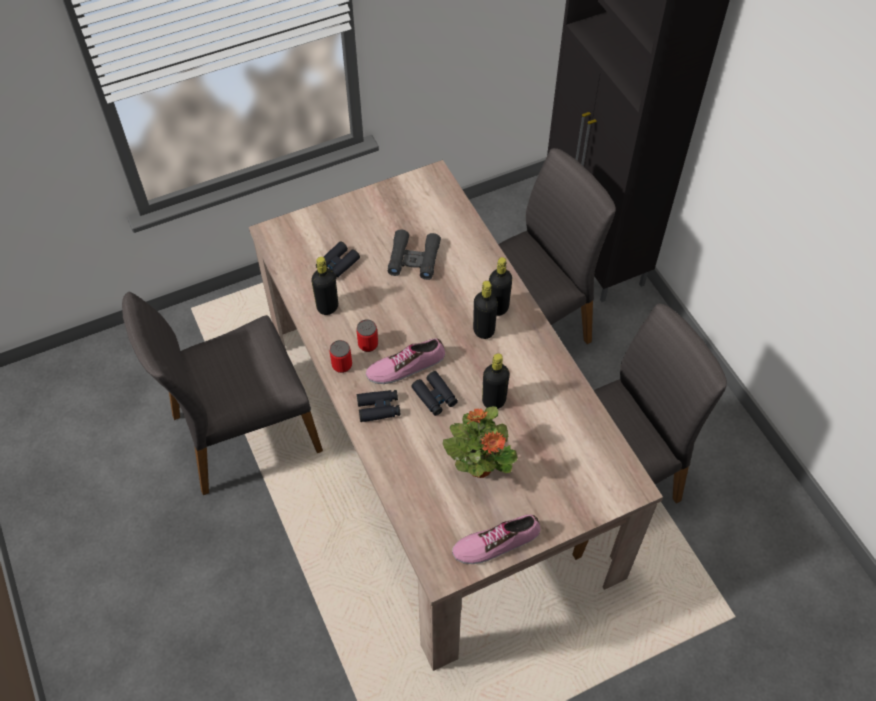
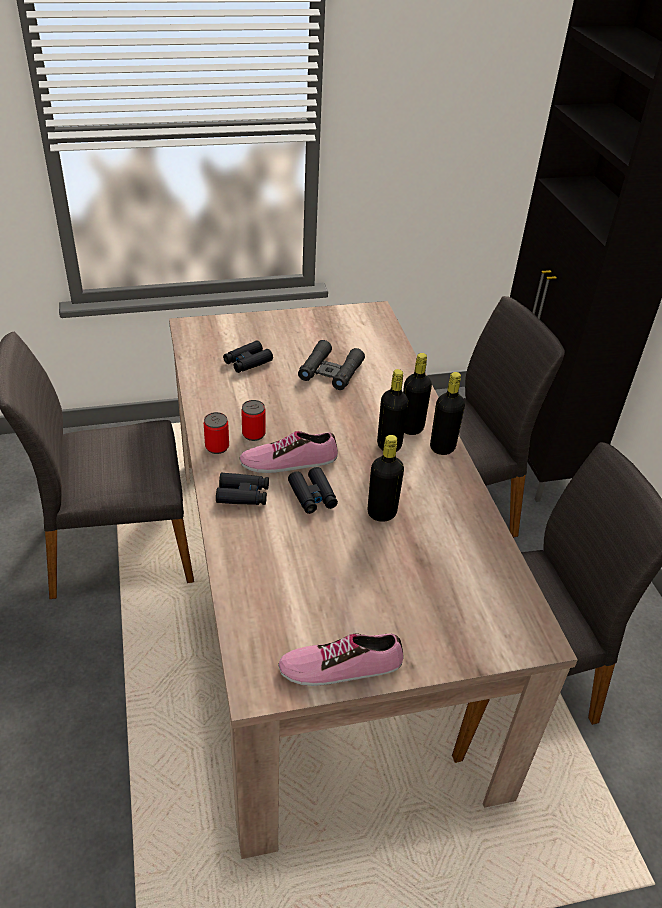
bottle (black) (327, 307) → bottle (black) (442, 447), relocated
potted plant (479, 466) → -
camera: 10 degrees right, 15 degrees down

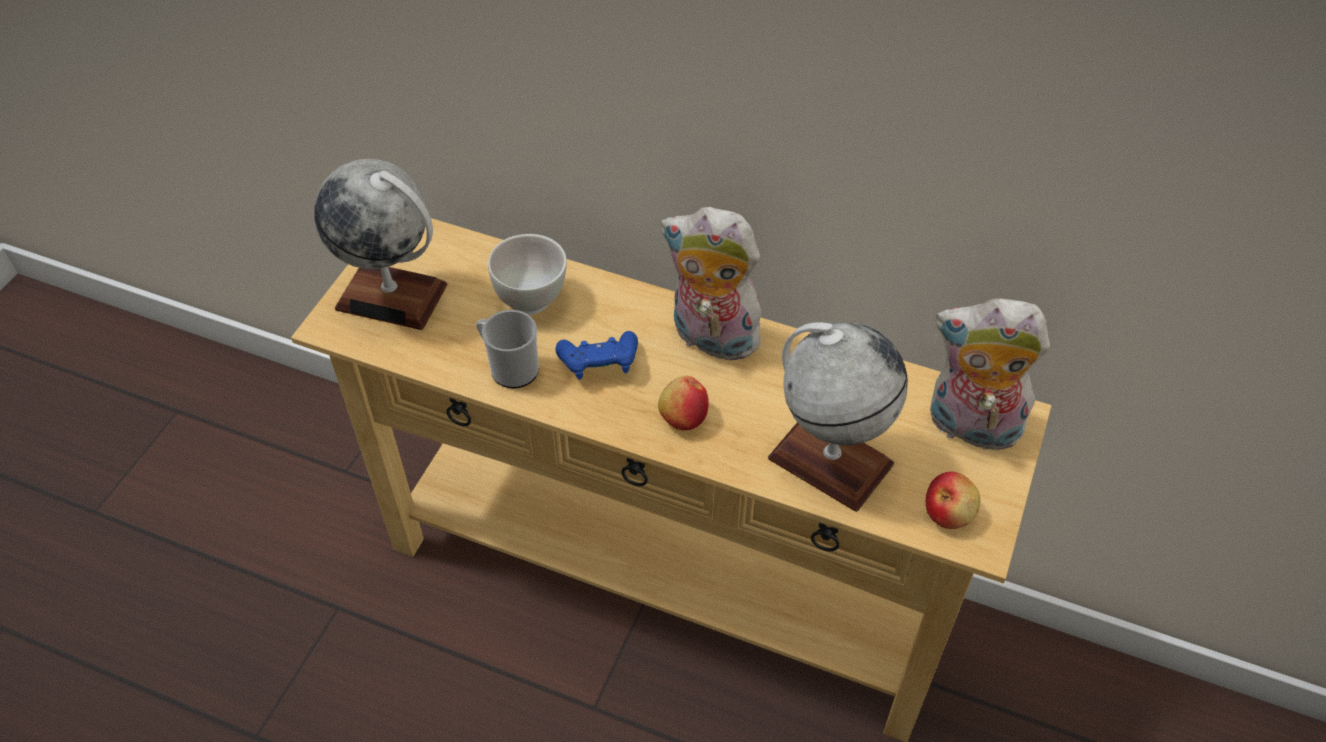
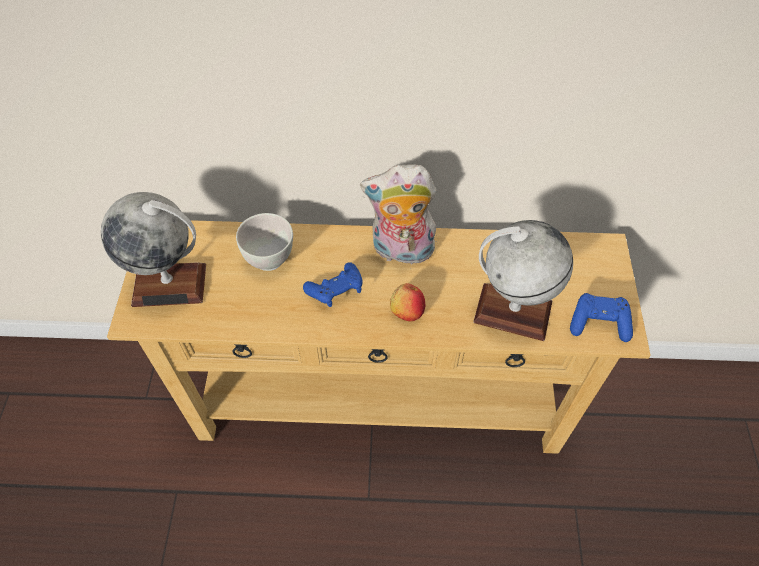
apple (948, 512) → game controller (blue) (598, 323)
mug (510, 368) → -
plush toy (970, 427) → -
camera: 20 degrees left, 5 degrees up

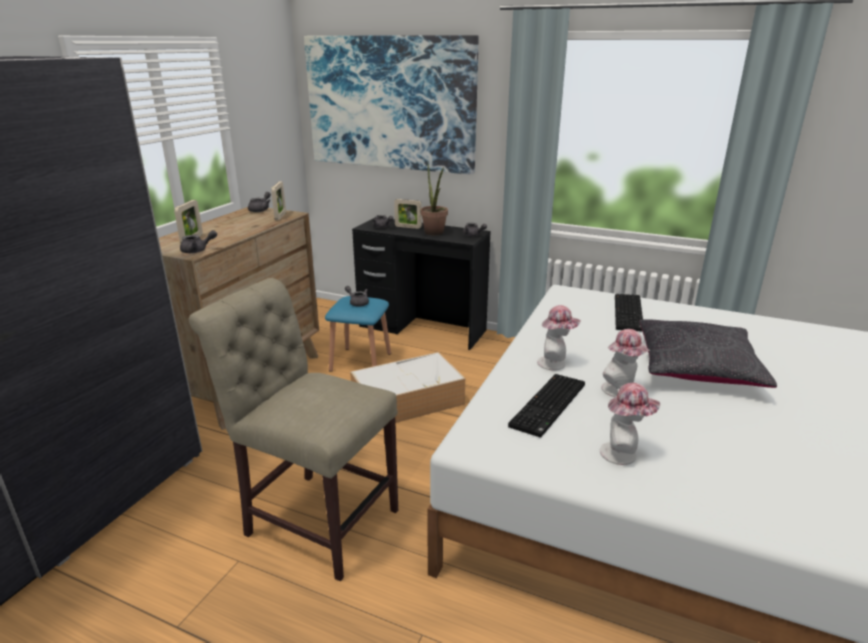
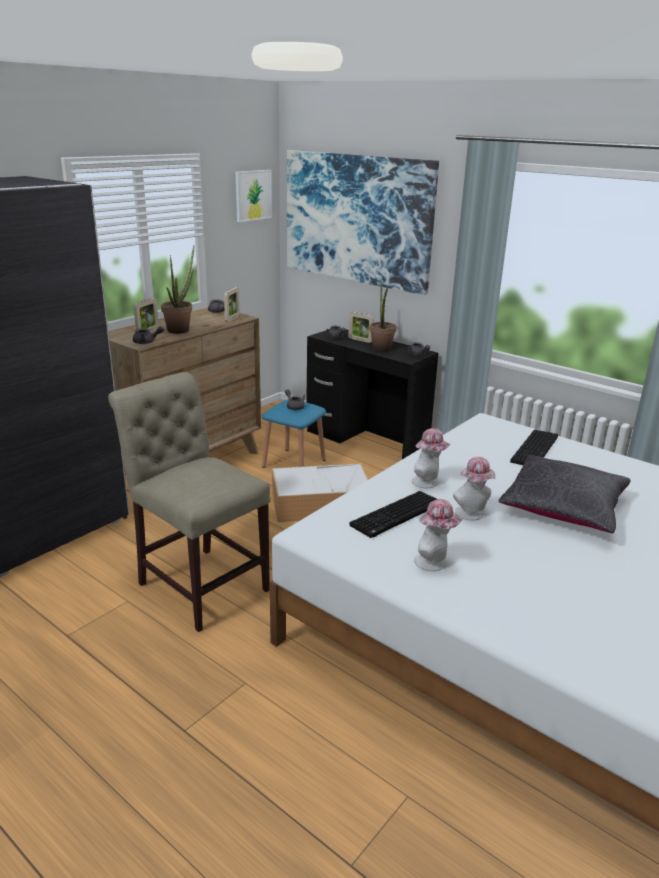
- → potted plant (181, 329)
- → picture (253, 195)
camera: 15 degrees right, 0 degrees up

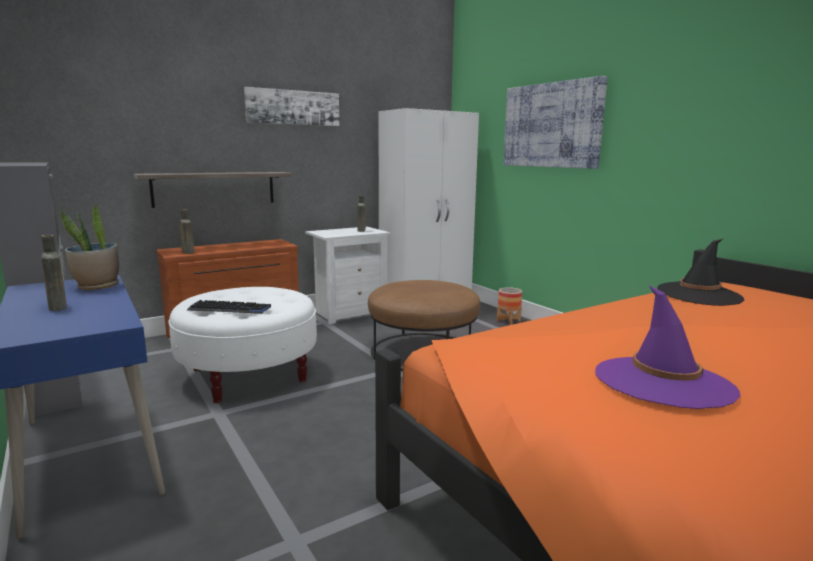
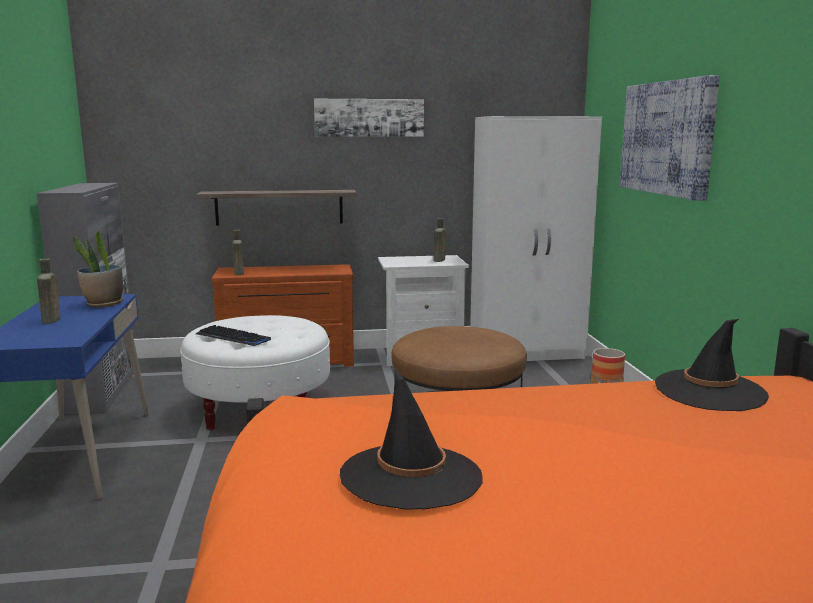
hat (purple) (663, 382) → hat (black) (411, 476)
camera: 25 degrees right, 0 degrees up

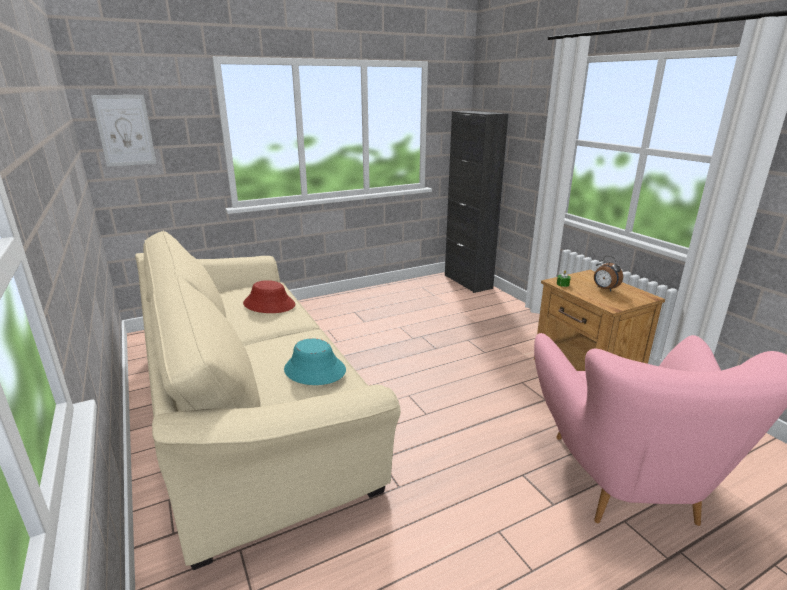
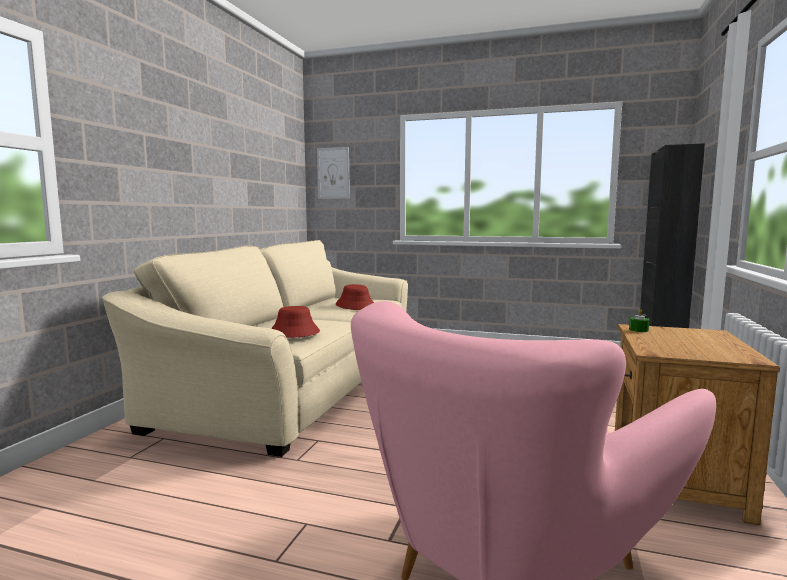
hat (turquoise) (314, 370) → hat (red) (294, 333)
alarm clock (604, 289) → -
camera: 45 degrees right, 15 degrees down

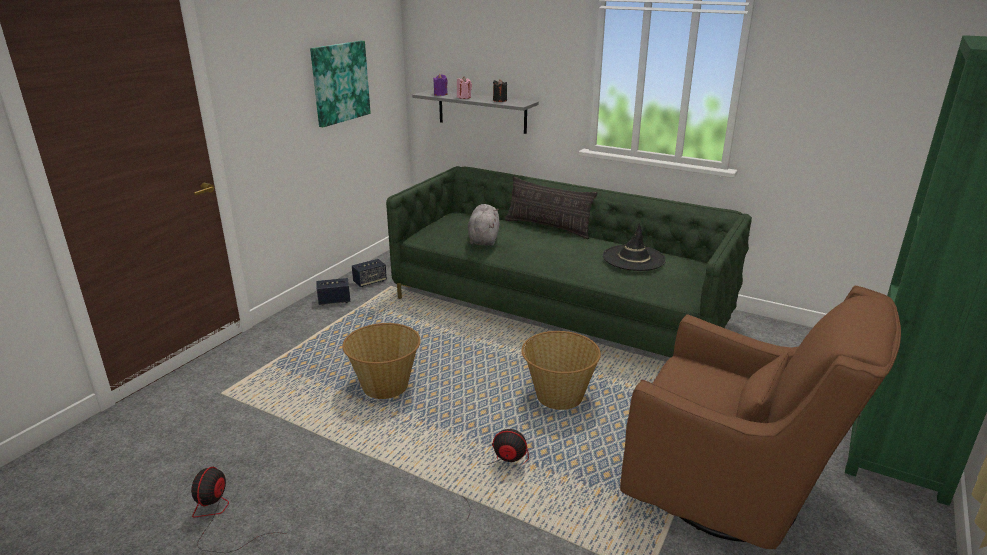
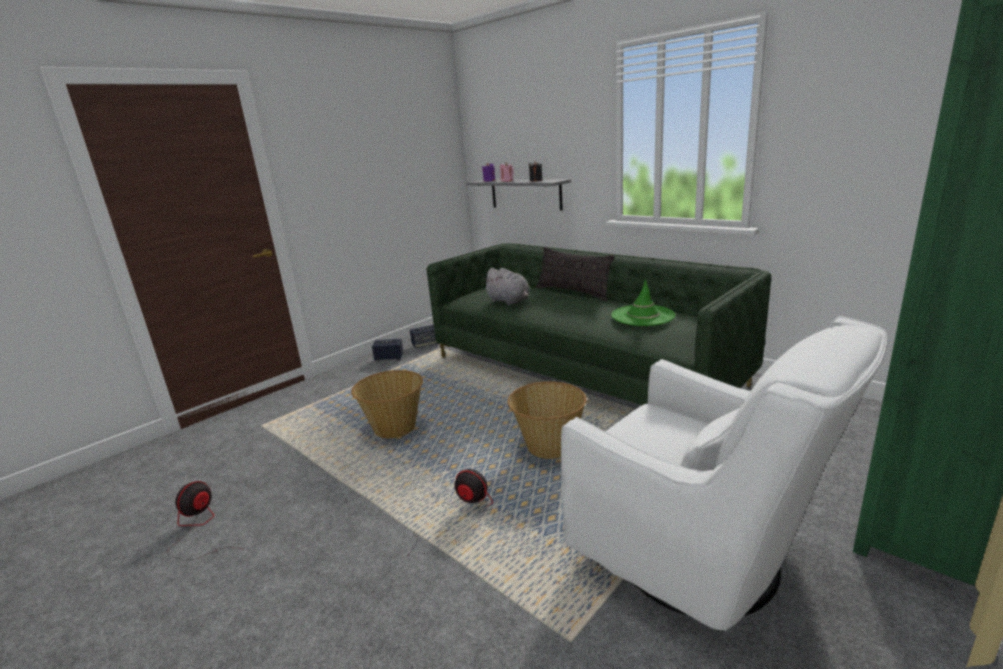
plush toy (grey) (483, 239) → plush toy (grey) (509, 301), 120 degrees clockwise
armchair (brown) (732, 493) → armchair (white) (702, 559)
hat (black) (633, 258) → hat (green) (642, 316)
picture (340, 82) → -
camera: 15 degrees right, 5 degrees down

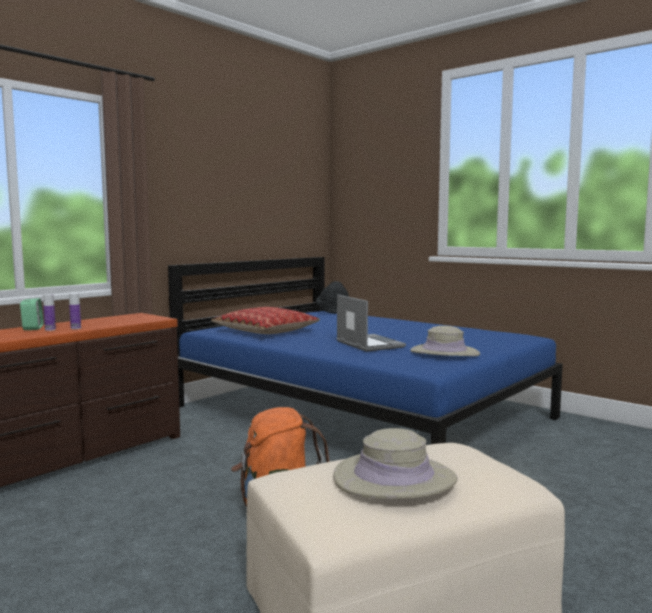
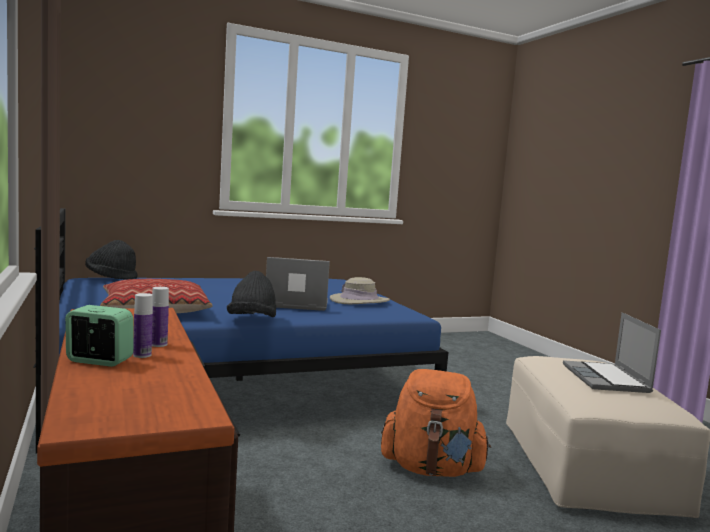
- → hat (black) (252, 320)
hat (beige) (394, 479) → laptop (607, 379)
camera: 65 degrees left, 0 degrees up

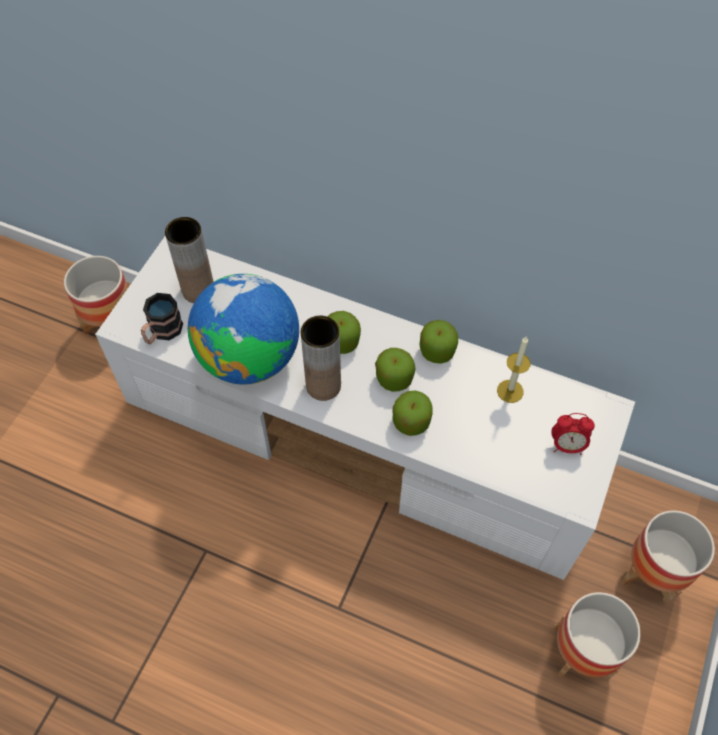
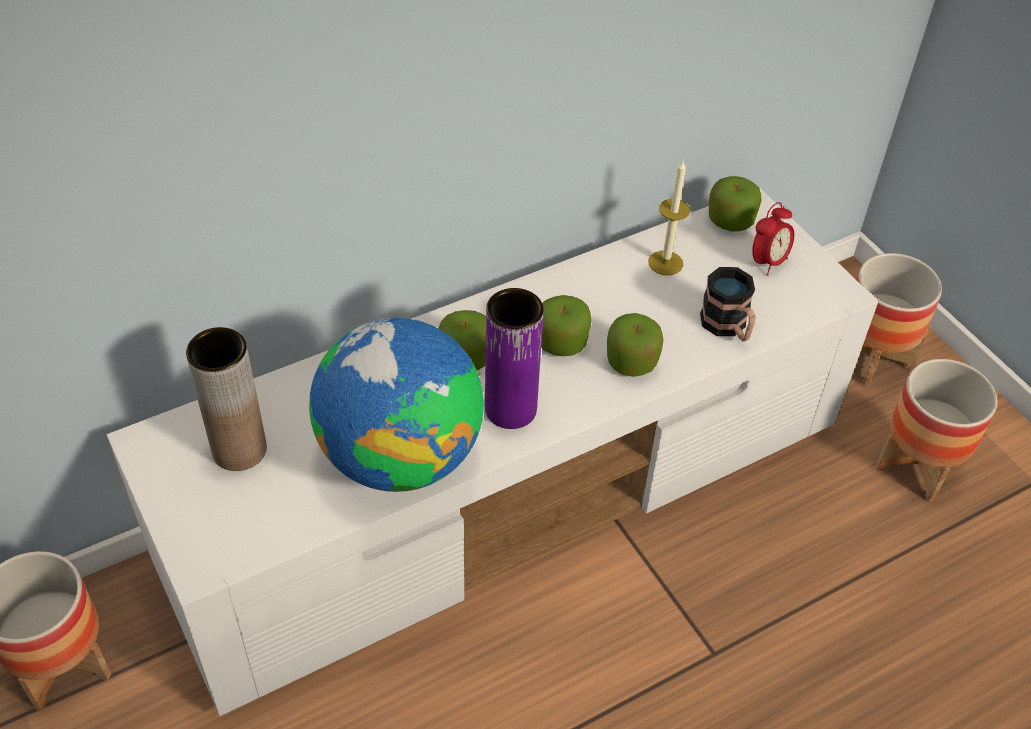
vase (brown) (323, 386) → vase (purple) (510, 409)
mug (162, 332) → mug (728, 327), relocated
apple (437, 351) → apple (730, 220), relocated
camera: 55 degrees left, 10 degrees down

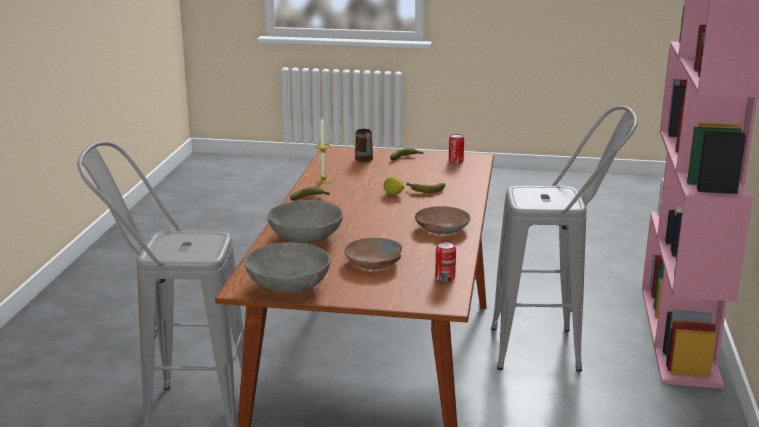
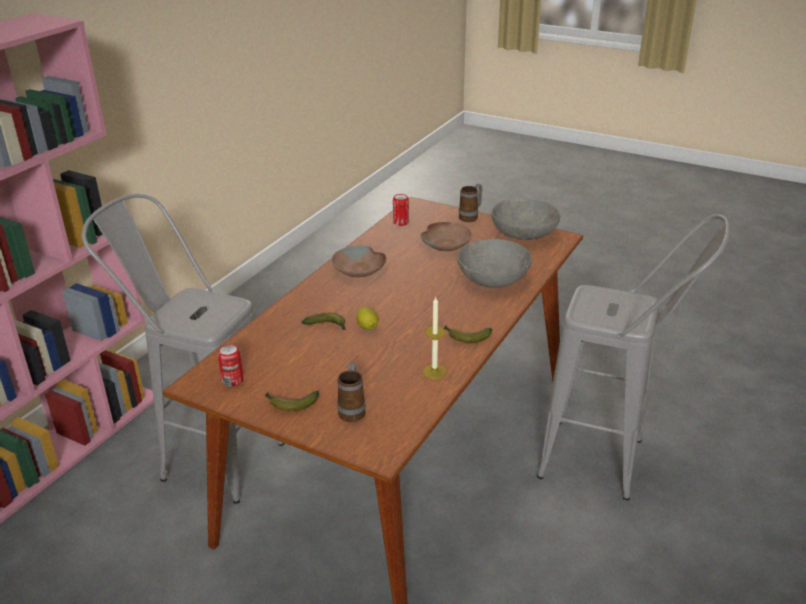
- → mug (471, 217)
camera: 160 degrees left, 10 degrees up

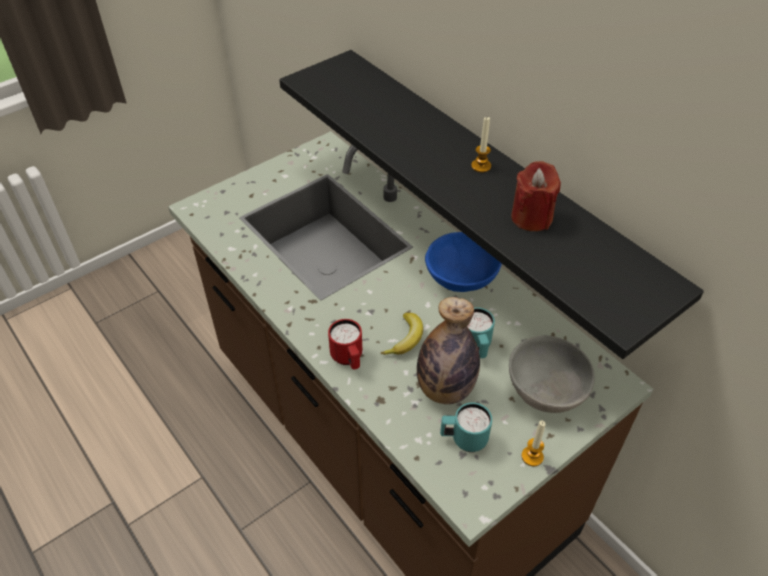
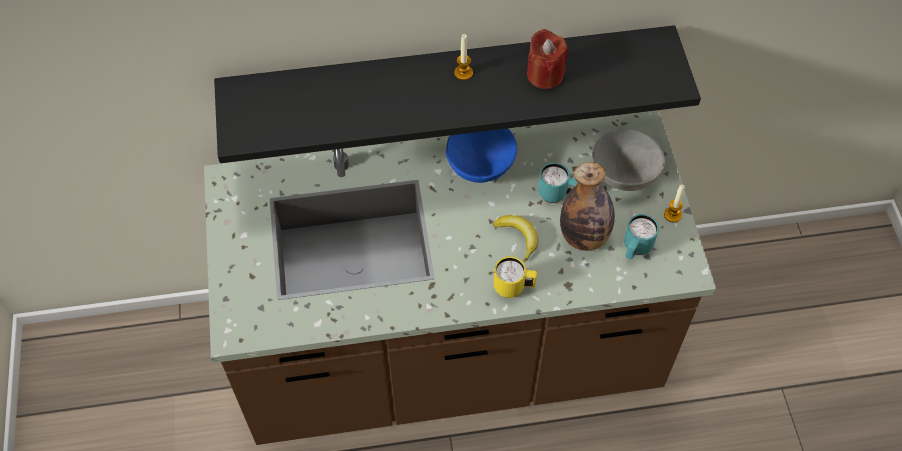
mug (red) (348, 359) → mug (yellow) (514, 288)
camera: 60 degrees left, 10 degrees up

